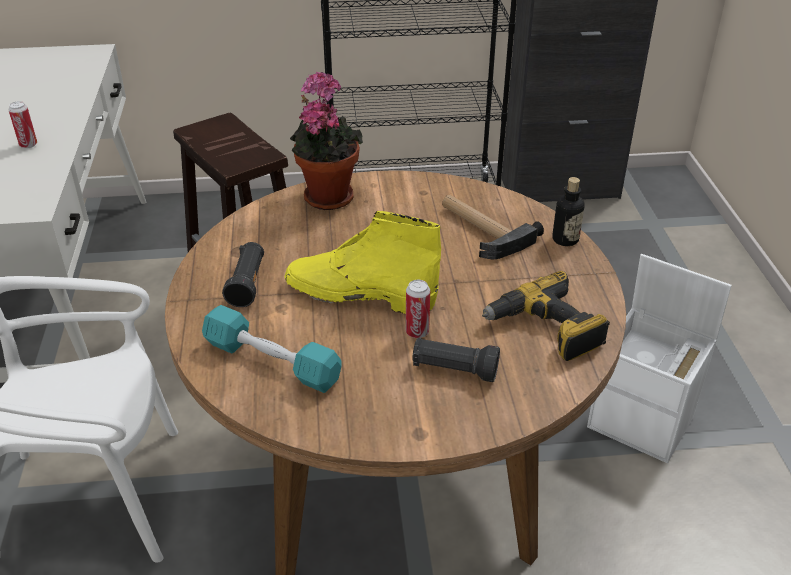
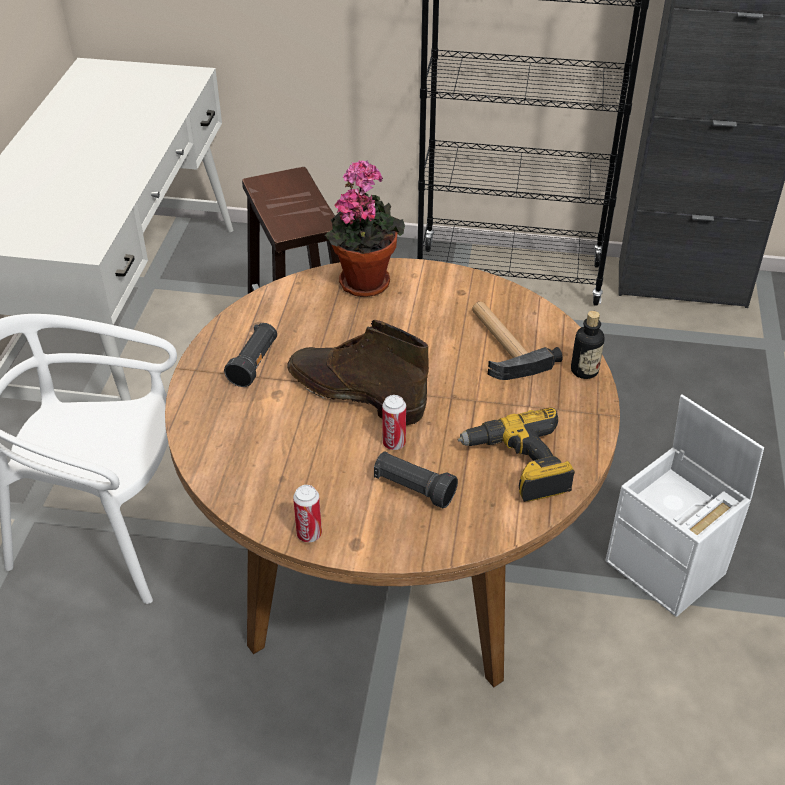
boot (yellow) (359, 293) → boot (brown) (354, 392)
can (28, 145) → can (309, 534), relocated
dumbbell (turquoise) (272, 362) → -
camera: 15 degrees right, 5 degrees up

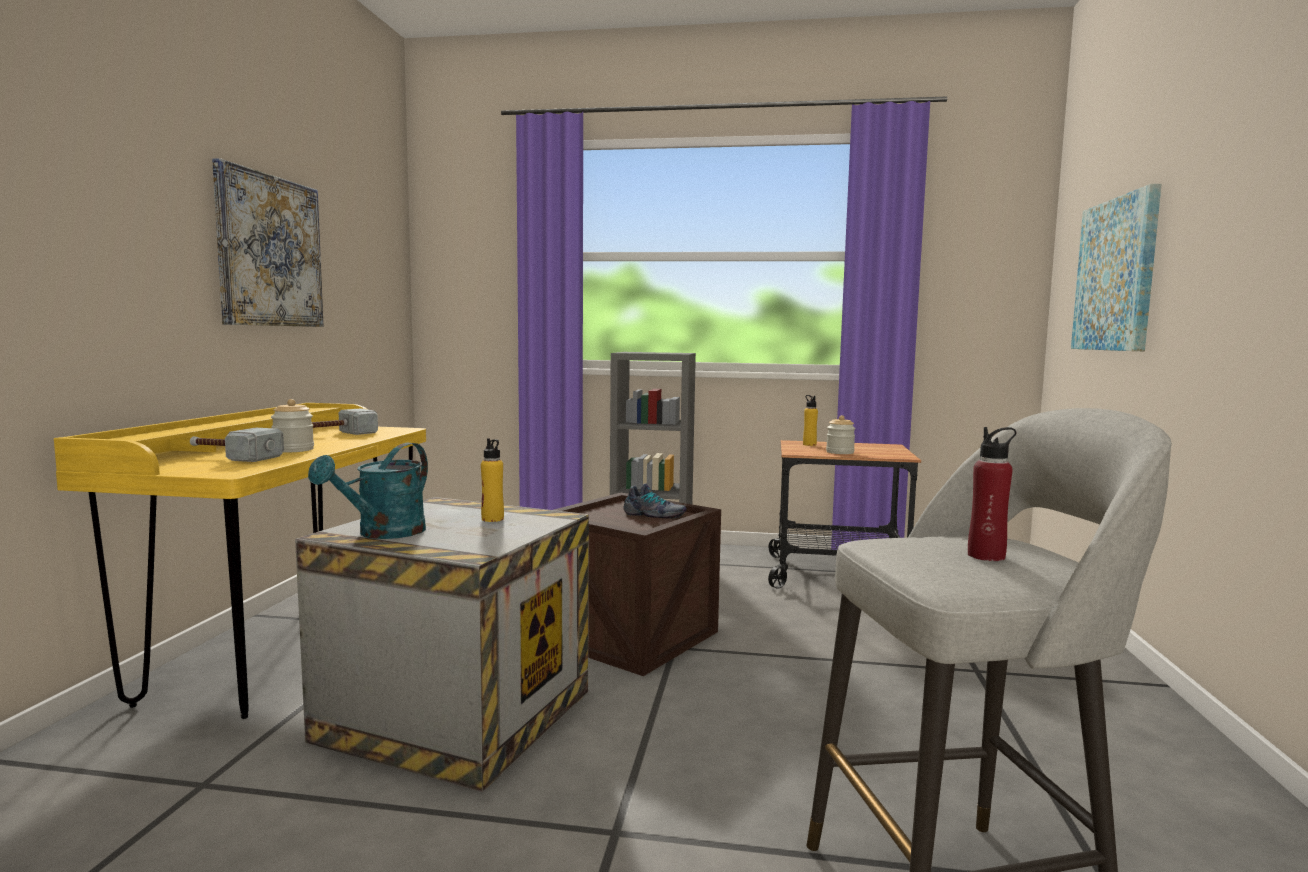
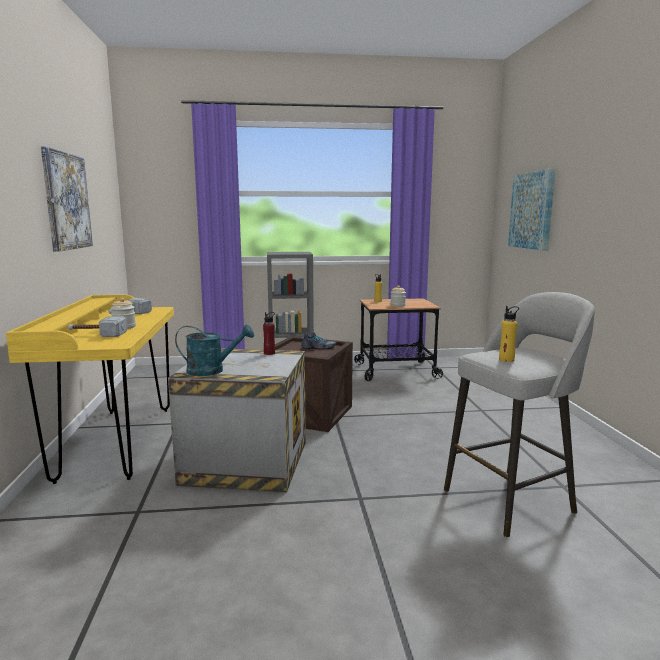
watering can (turquoise) (383, 534) → watering can (turquoise) (212, 371), 105 degrees counterclockwise
bottle (red) (986, 556) → bottle (red) (269, 353), relocated
bottle (yellow) (492, 519) → bottle (yellow) (506, 359), relocated
camera: 15 degrees left, 5 degrees up

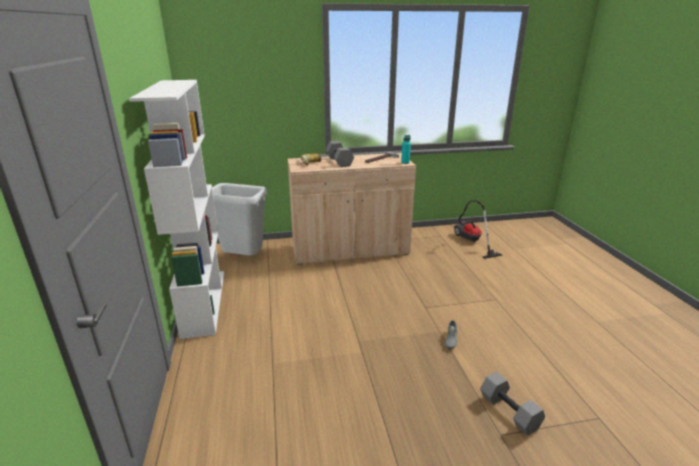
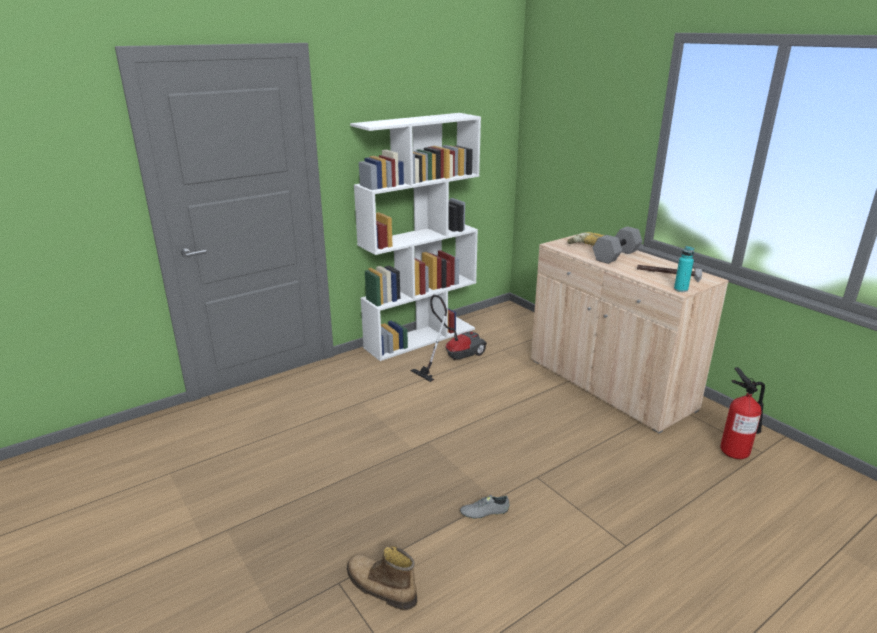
dumbbell (grey) (510, 411) → boot (380, 588)
vacuum cleaner (470, 242) → vacuum cleaner (453, 358), relocated
- → fire extinguisher (736, 452)
trash can (grey) (242, 259) → -
camera: 65 degrees right, 0 degrees up

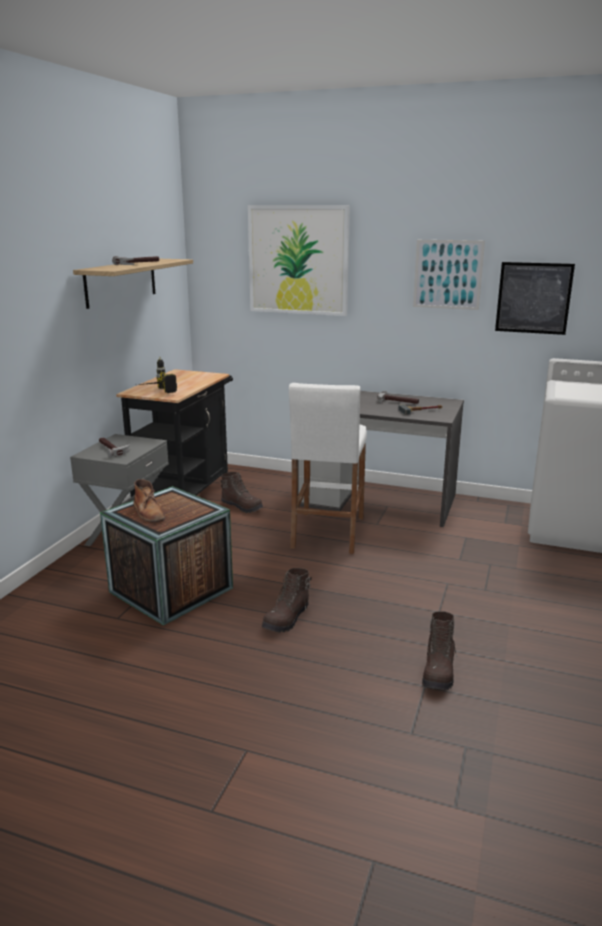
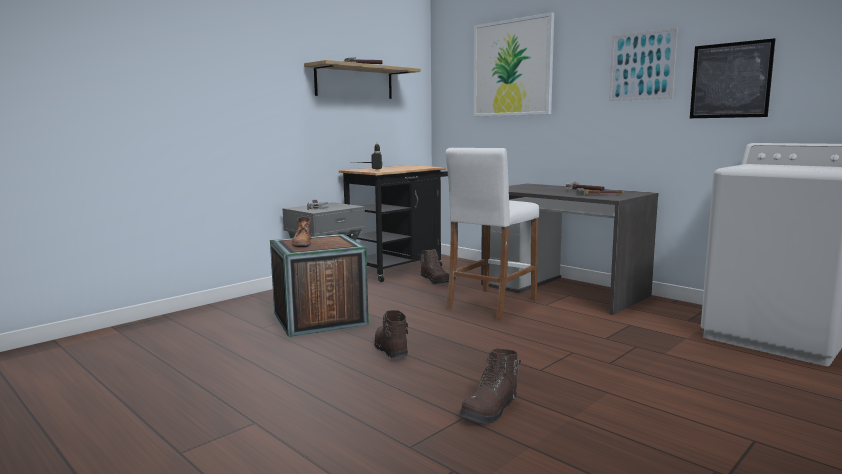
boot (brown) (287, 619) → boot (brown) (390, 350), 105 degrees clockwise
camera: 25 degrees right, 10 degrees down

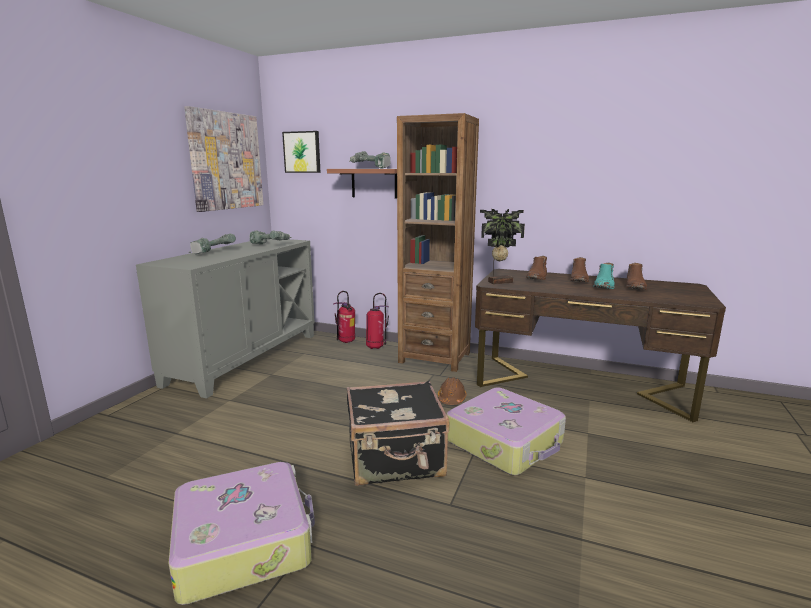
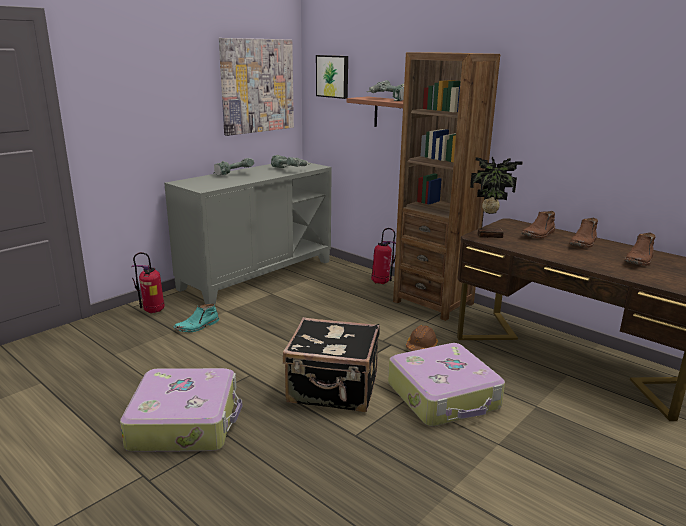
fire extinguisher (346, 342) → fire extinguisher (152, 311), relocated
boot (turquoise) (604, 286) → boot (turquoise) (197, 326), relocated
camera: 20 degrees right, 5 degrees up

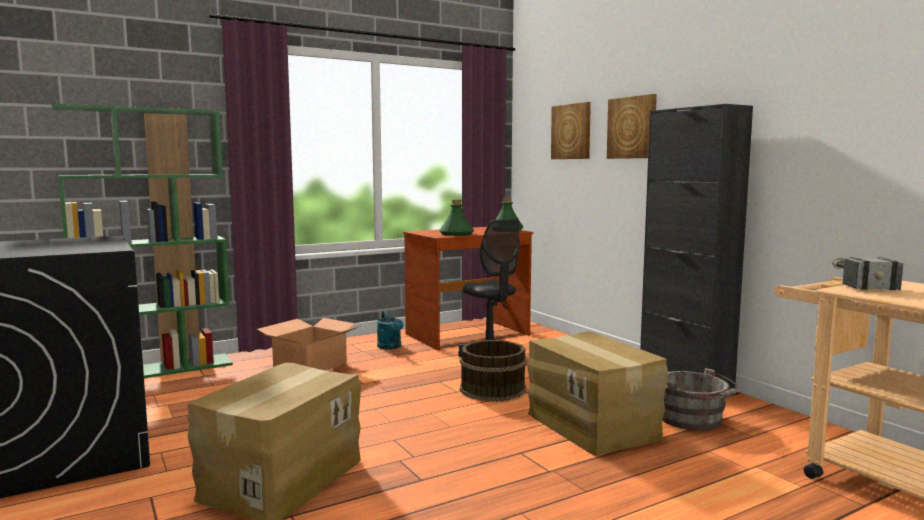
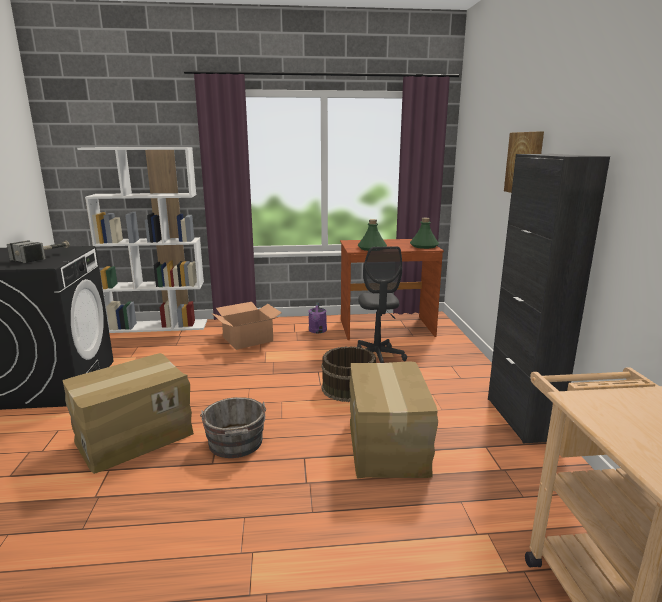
hammer (857, 282) → hammer (44, 257), relocated
bookcase (green) (157, 370) → bookcase (white) (159, 326)
bucket (grey) (693, 419) → bucket (grey) (236, 444), relocated
watering can (turquoise) (391, 347) → watering can (purple) (317, 331)
picture (571, 131) → -
camera: 25 degrees right, 10 degrees up

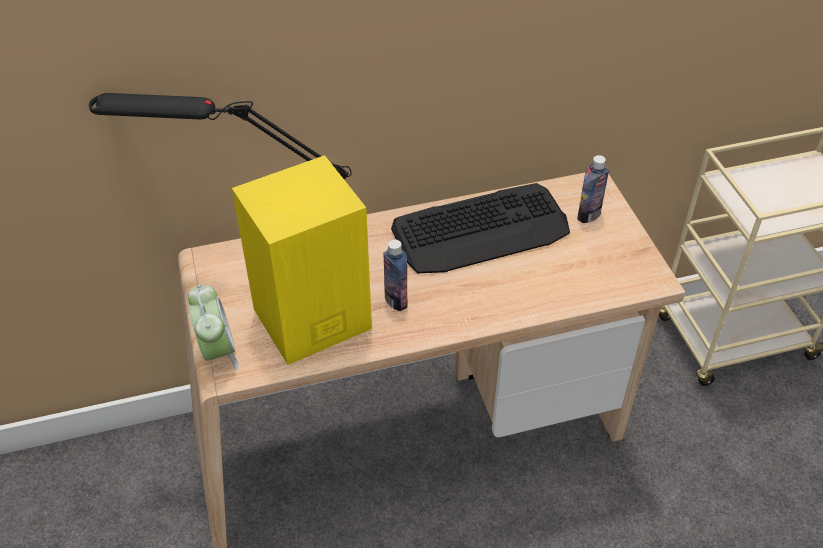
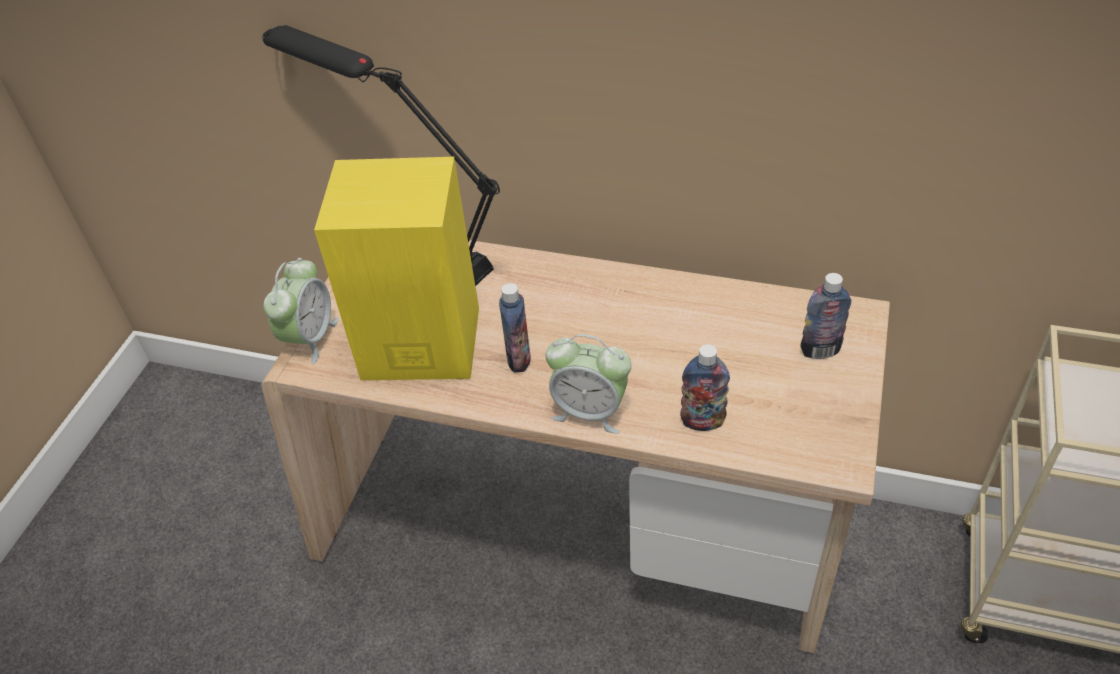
- → alarm clock (590, 411)
- → bottle (702, 421)
keyboard (481, 230) → -
camera: 35 degrees right, 0 degrees up

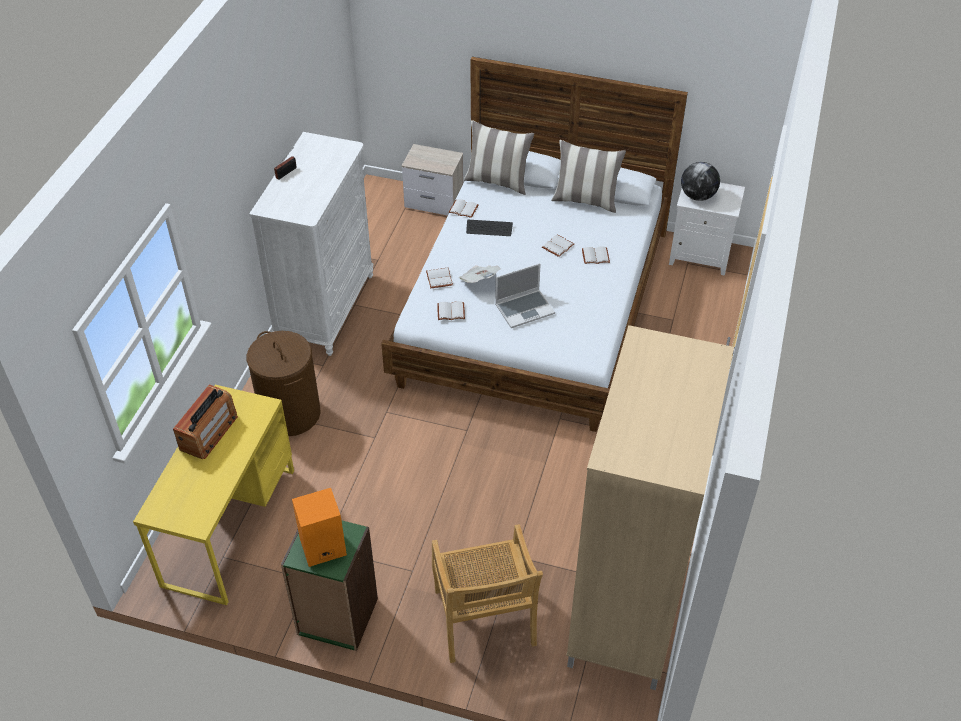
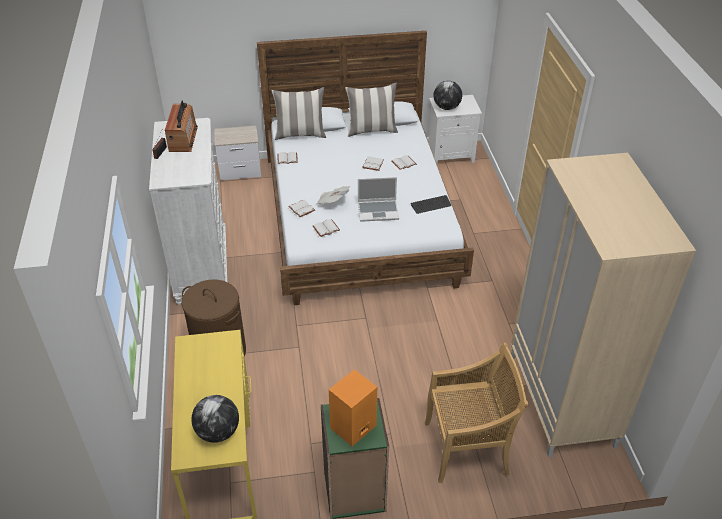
radio (209, 432) → radio (183, 138), relocated
- → globe (218, 432)
laptop (525, 309) → laptop (378, 211), 45 degrees clockwise
keyboard (489, 229) → keyboard (431, 205), relocated
chair (beige) (484, 620) → chair (beige) (467, 447), 60 degrees counterclockwise
camera: 25 degrees left, 5 degrees down

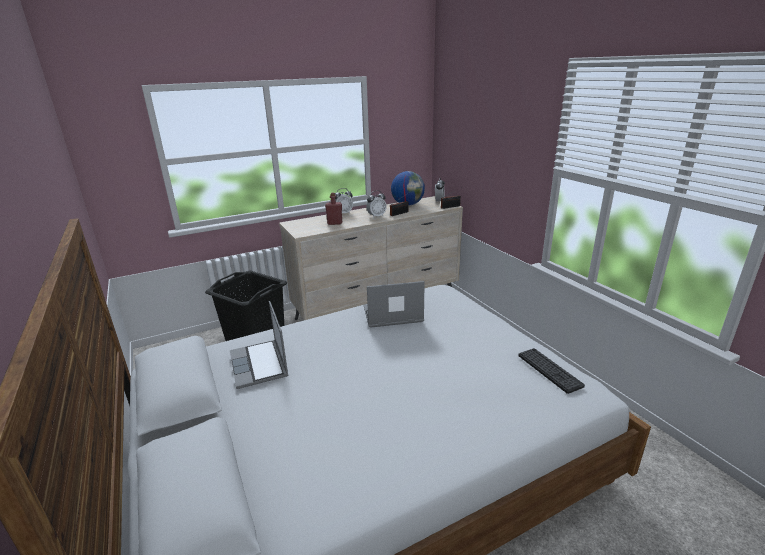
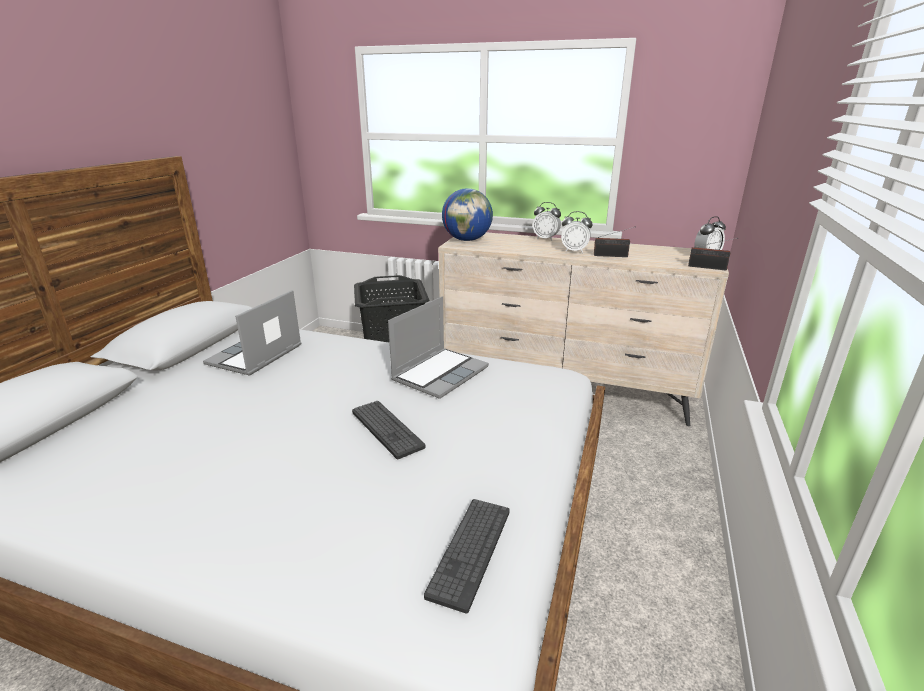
- → keyboard (387, 429)
laptop (392, 315) → laptop (440, 373), 90 degrees clockwise
globe (408, 204) → globe (467, 240), relocated
bottle (red) (334, 223) → -
camera: 45 degrees right, 0 degrees up

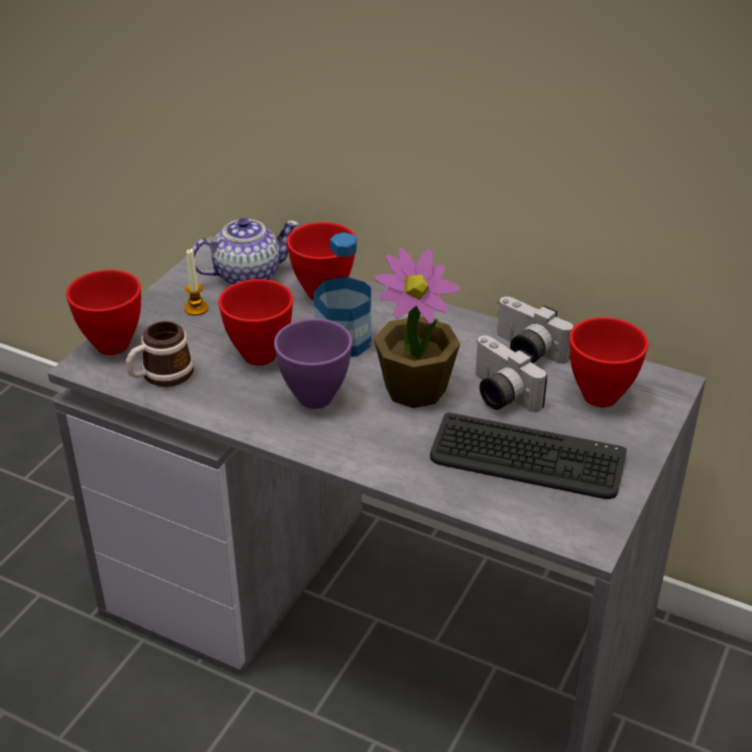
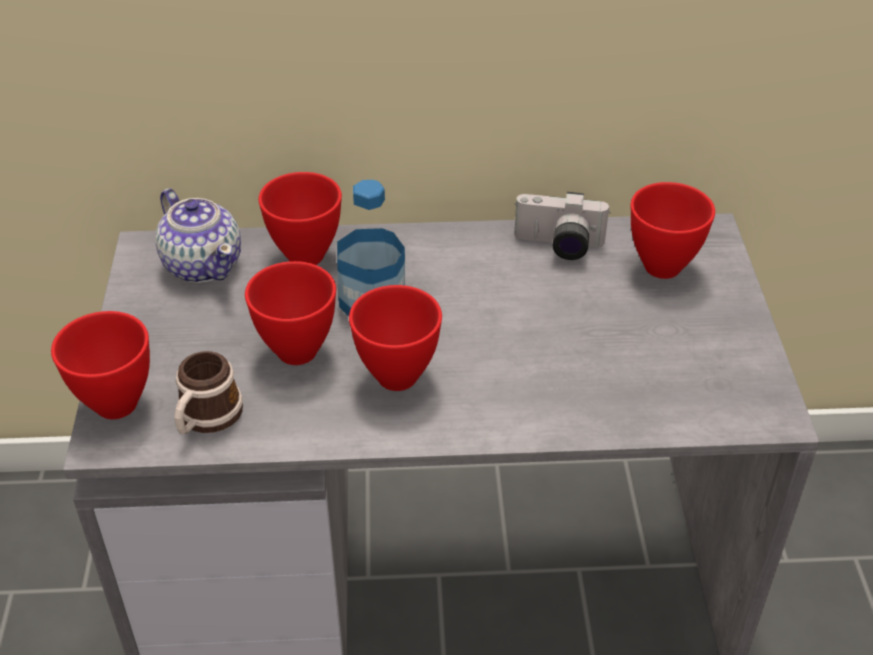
teapot (246, 275) → teapot (203, 264), 105 degrees clockwise
bowl (purple) (314, 397) → bowl (red) (395, 376)
candle (196, 308) → -
potted plant (415, 388) → -
keyboard (527, 459) → -
photo camera (499, 395) → -
camera: 30 degrees left, 5 degrees up

